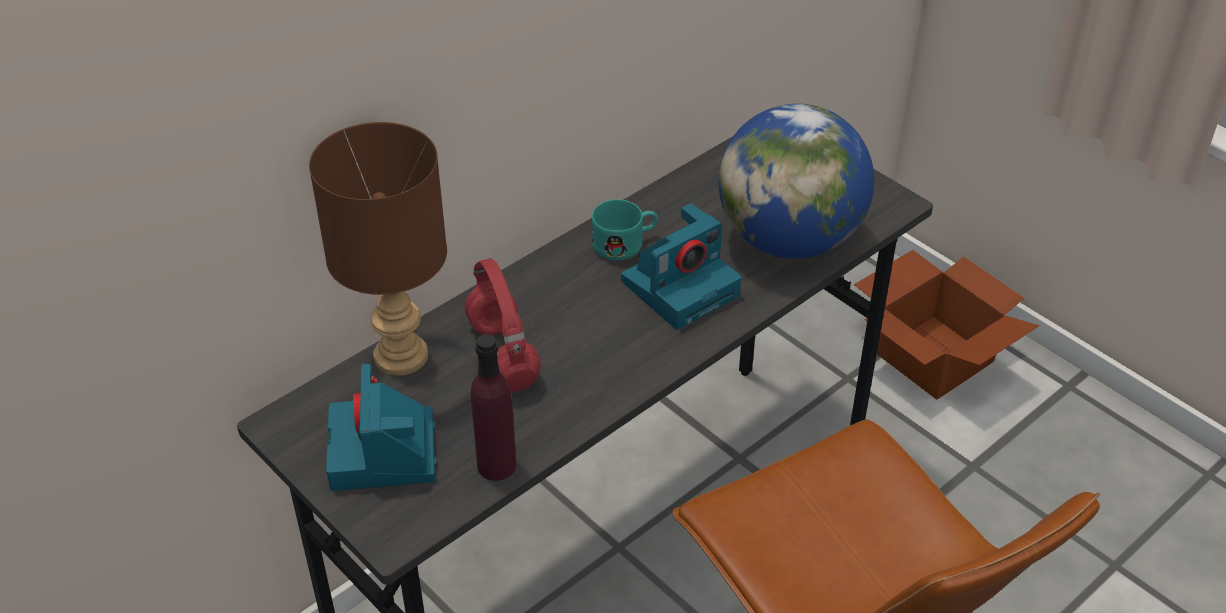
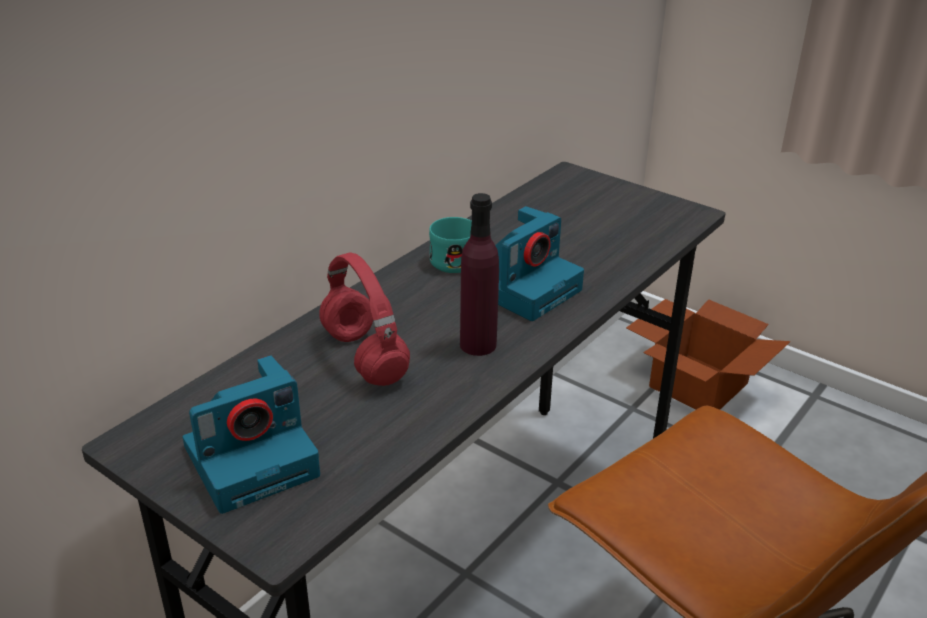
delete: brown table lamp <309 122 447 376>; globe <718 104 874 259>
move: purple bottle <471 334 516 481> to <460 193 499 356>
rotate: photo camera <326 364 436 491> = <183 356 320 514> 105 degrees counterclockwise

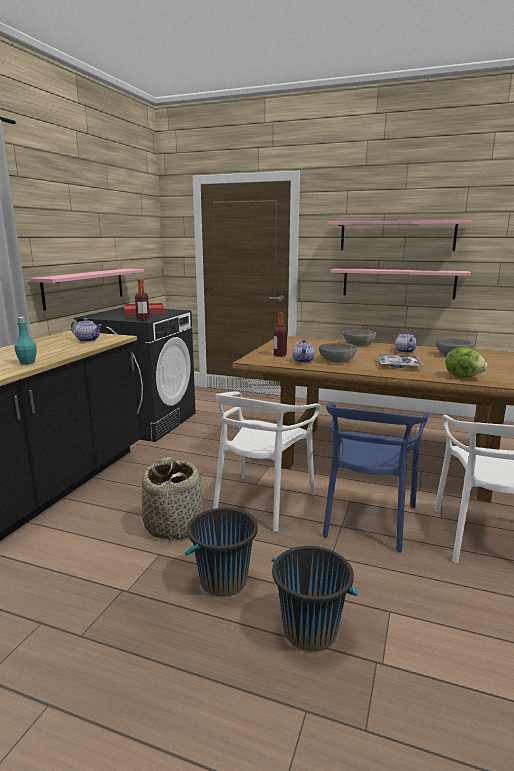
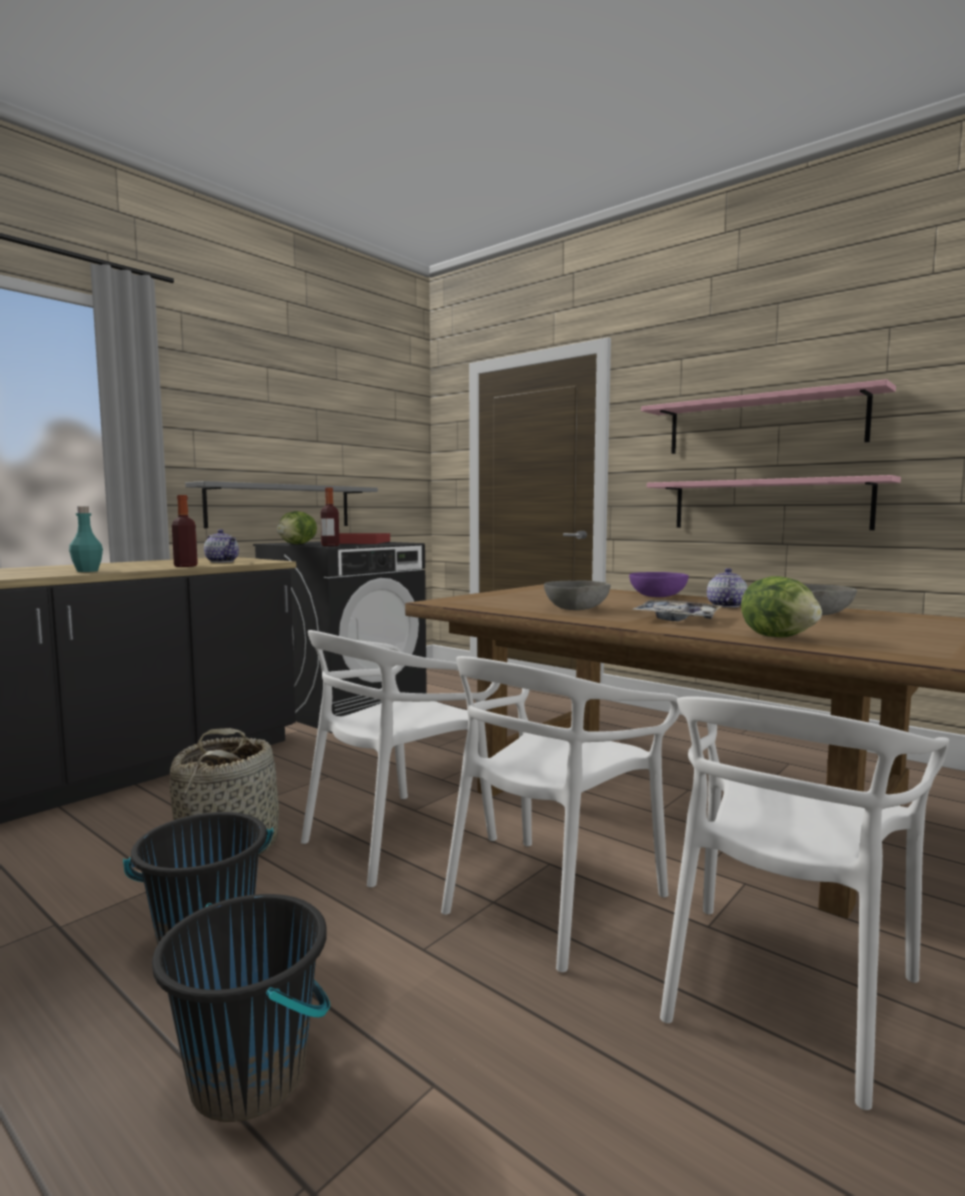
delete: teapot <292 339 315 363>
insert: lettuce <277 511 317 544>
move: bottle <274 313 287 357> to <172 495 198 567>
recolor: pink shelf <30 269 144 311> to grey shelf <185 481 378 528>; blue chair <323 402 429 552> to white chair <441 656 680 972>; grey bowl <343 329 376 346> to purple bowl <629 572 689 597>

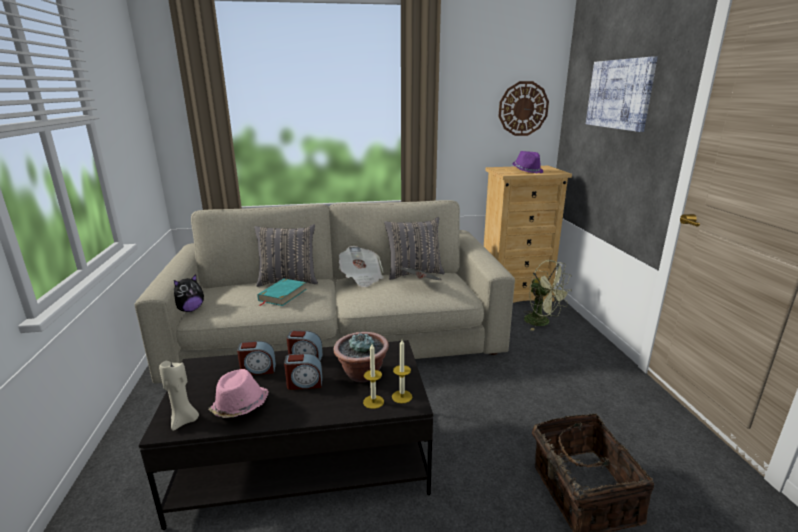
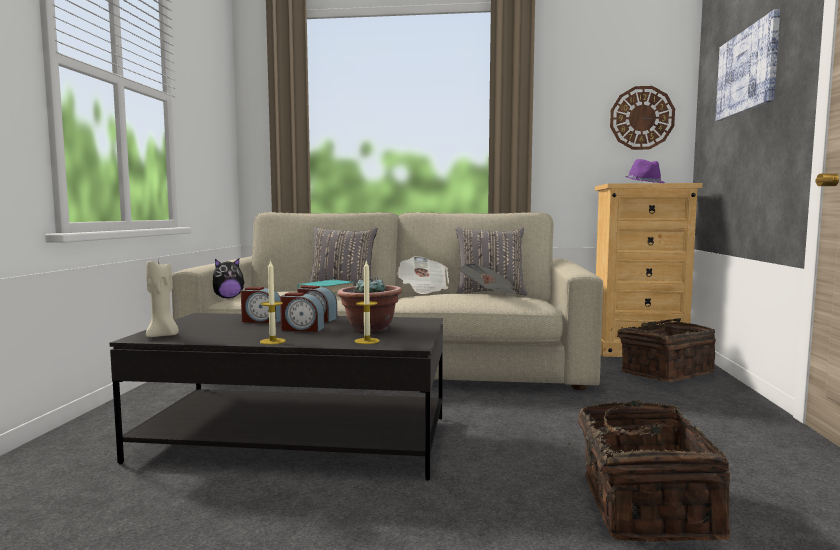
delete: pink hat <208 369 269 418>
move: candle <392 340 412 404> to <260 260 286 345>
replace: green fan <524 260 572 331> to basket <611 318 716 382>

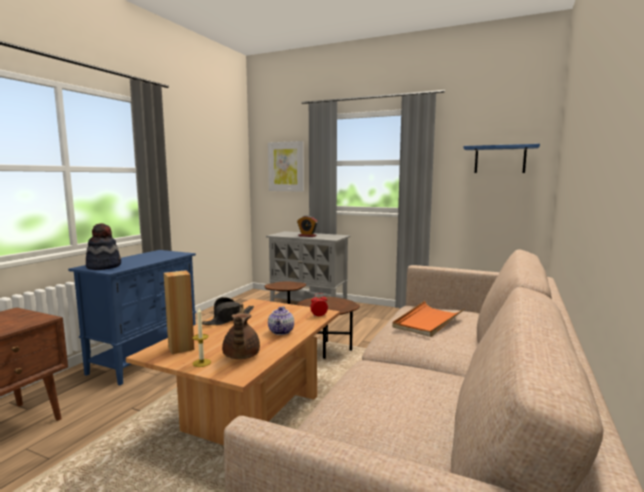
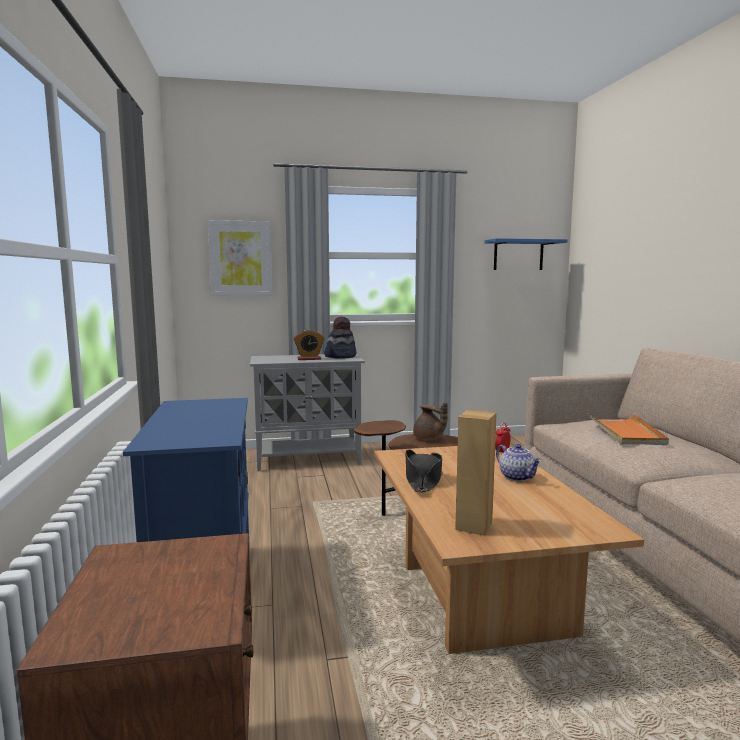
delete: candle <192 308 211 367>
move: hat <86 223 121 270> to <324 316 356 359>; brown teapot <222 313 260 359> to <413 403 448 440>

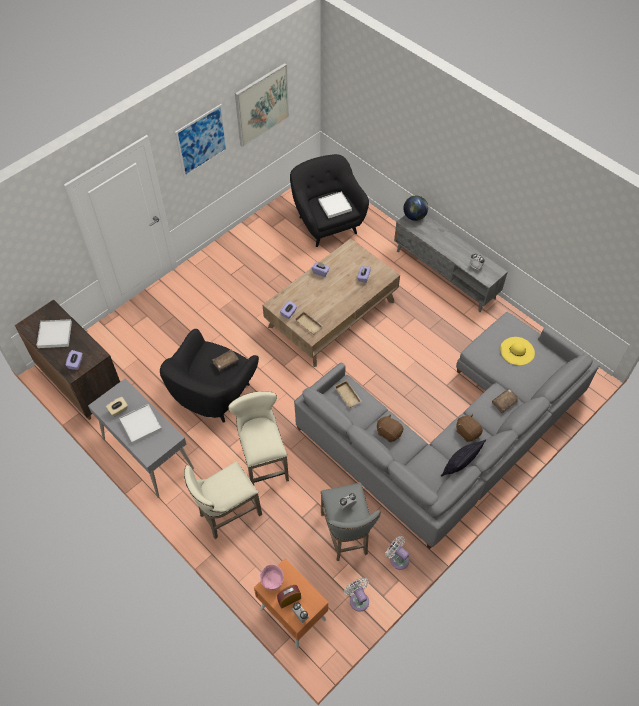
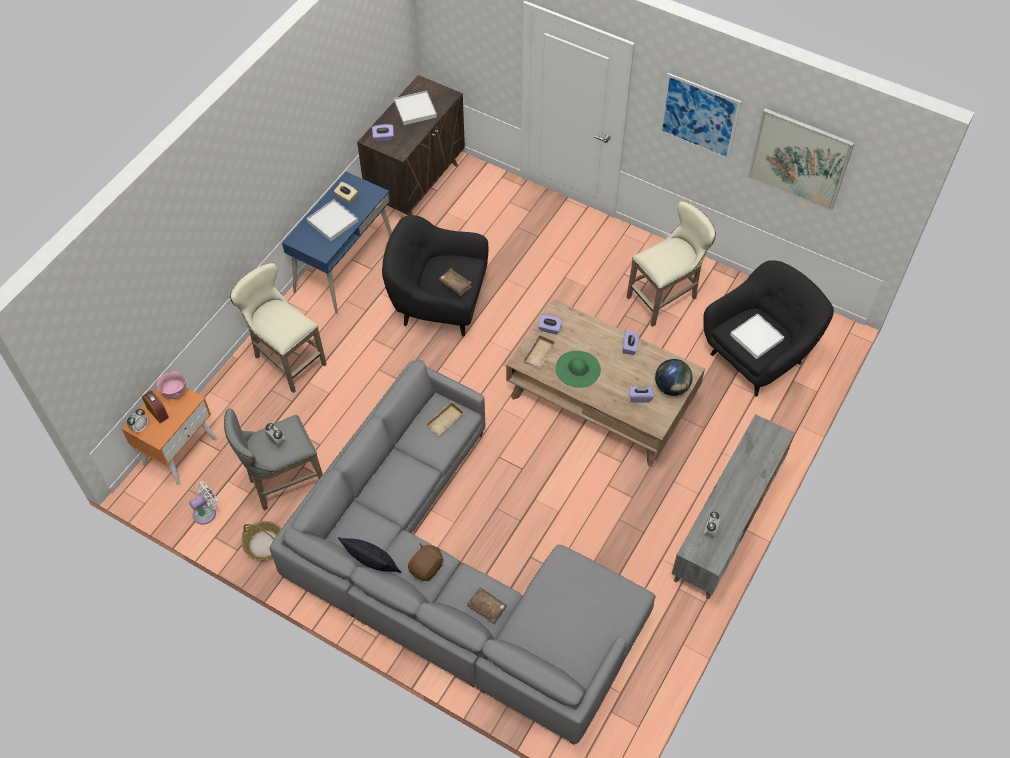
delete: brown plush toy <377 414 403 442>; yellow hat <500 337 535 365>
insert: green hat <556 351 601 388>
move: beige stool <228 391 289 485> to <626 201 716 327>; globe <403 196 428 221> to <655 359 692 396>
replace: white fan <385 536 409 570> to basket <241 521 282 560>
recolor: grey desk <88 379 194 498> to blue desk <282 172 392 314>

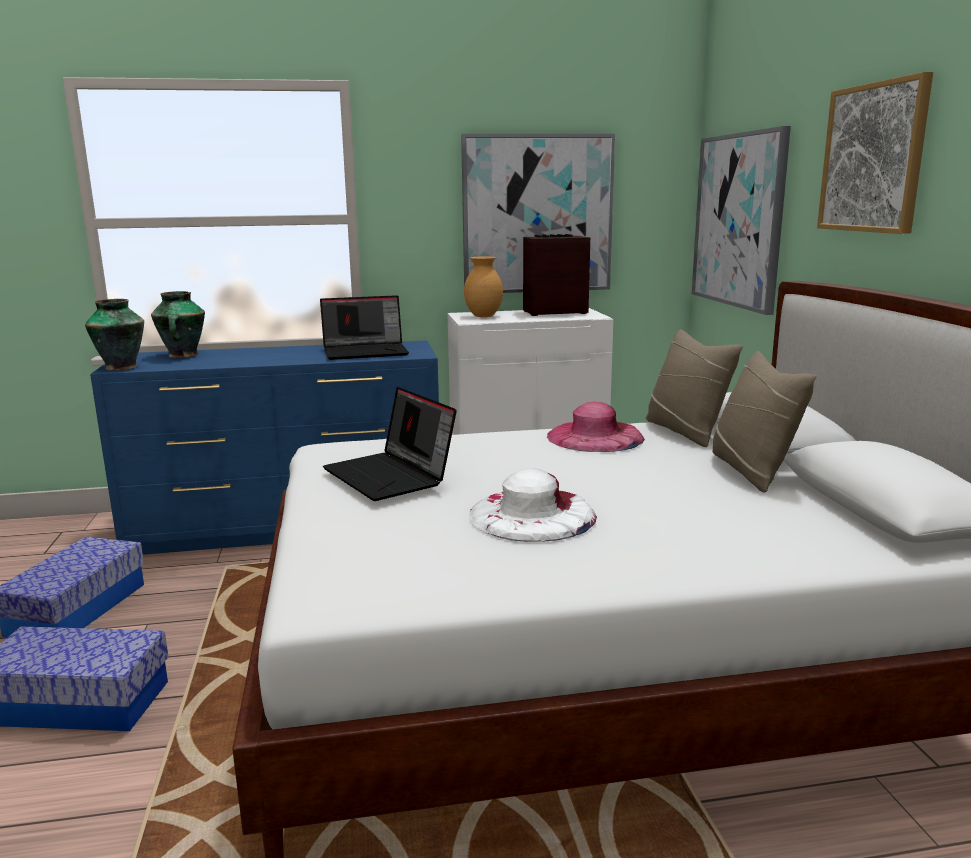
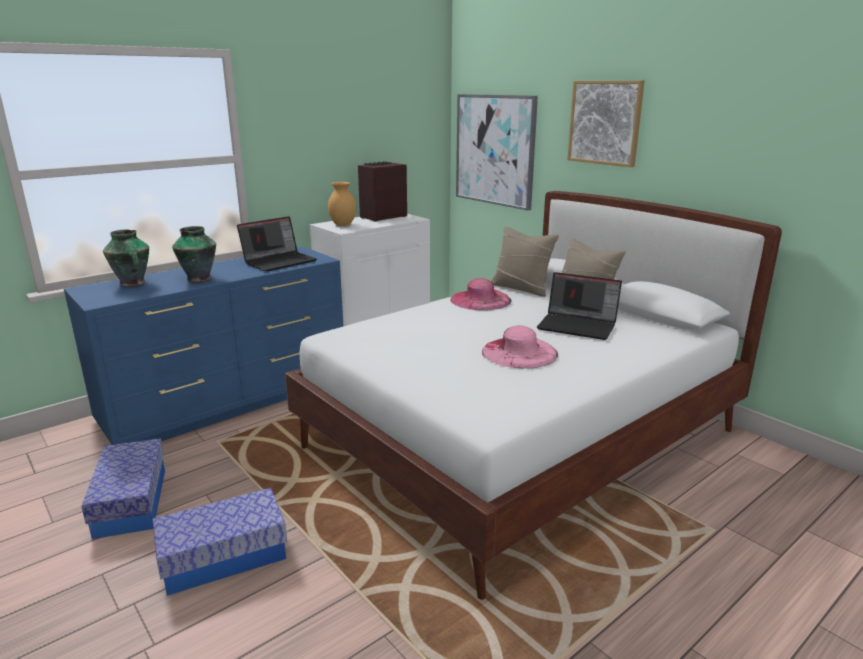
delete: picture <461 134 615 293>
move: vase <85 299 144 371> to <172 226 216 282>; laptop <323 387 457 501> to <537 272 622 340>
recolor: white hat <469 469 597 542> to pink hat <482 325 558 369>

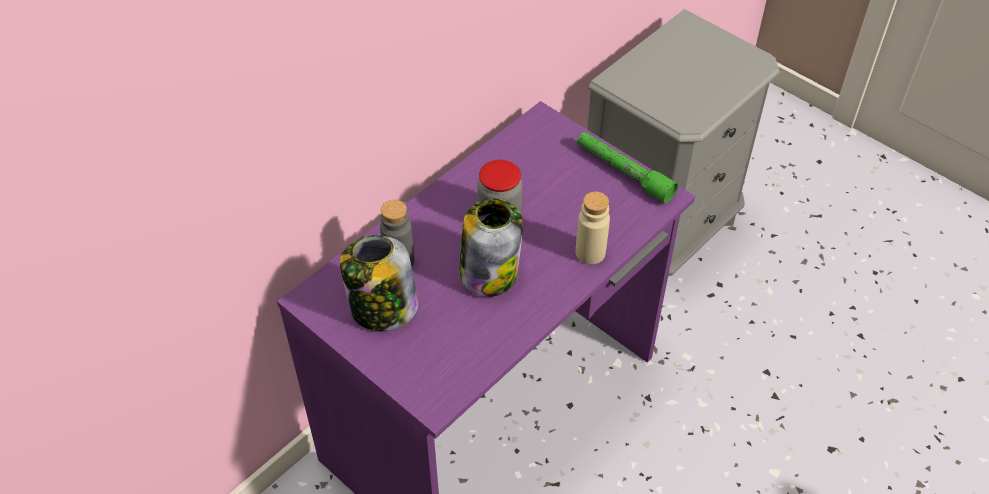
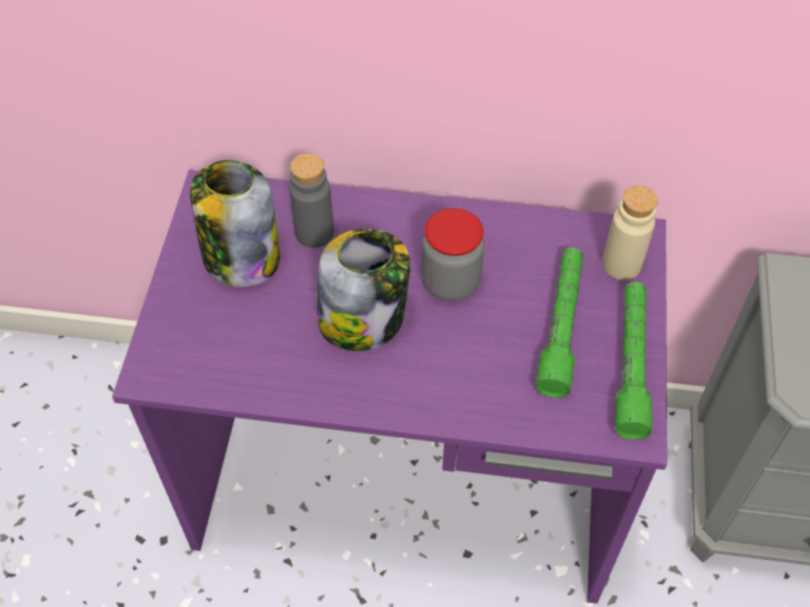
insert: green flashlight <535 248 583 398>
move: beige bottle <576 191 610 264> to <602 186 658 280>

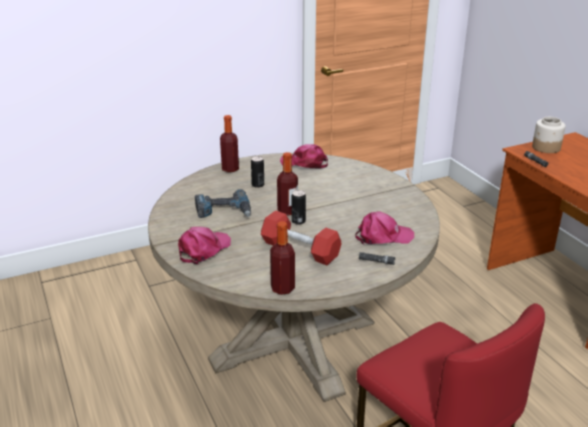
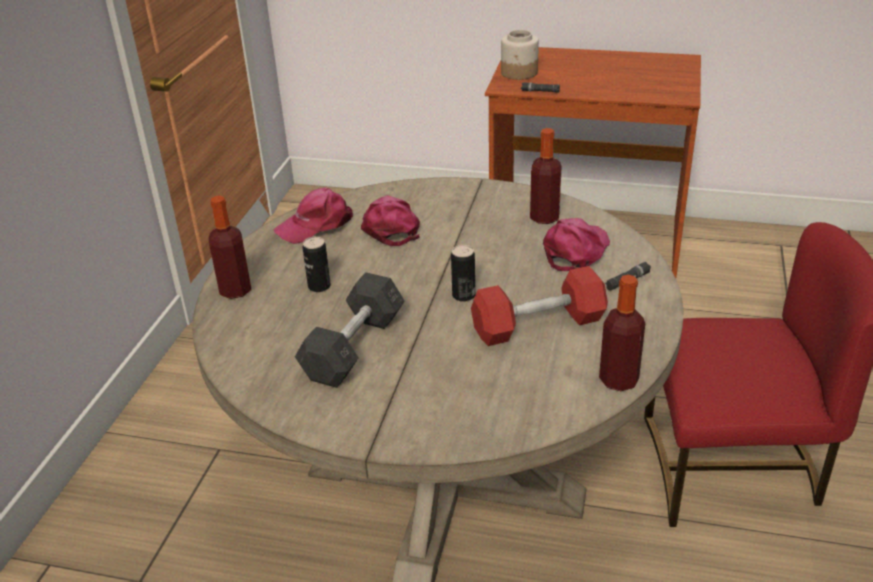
move: pink cap <178 227 231 264> to <361 195 420 246>; bottle <277 152 298 216> to <530 128 562 224>
replace: power drill <195 189 251 218> to grey dumbbell <295 272 405 388>

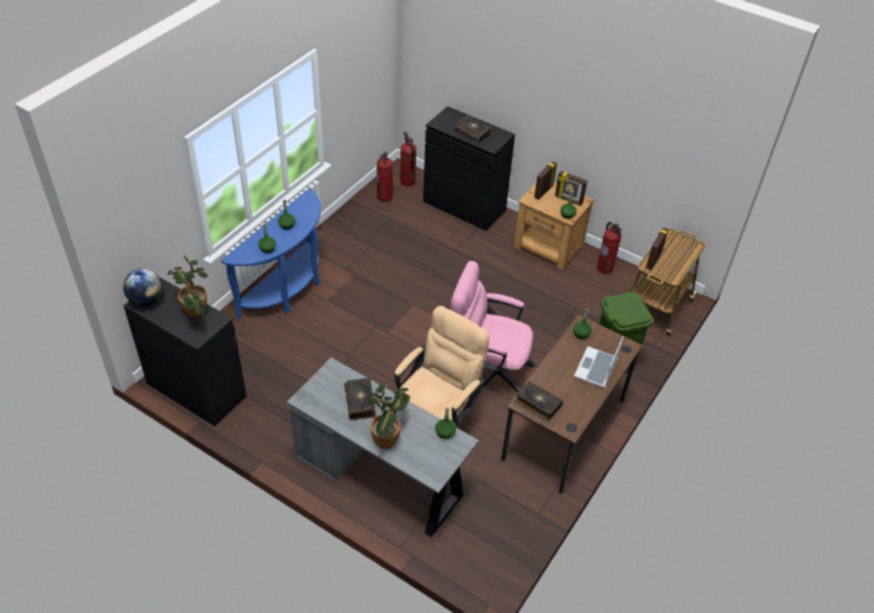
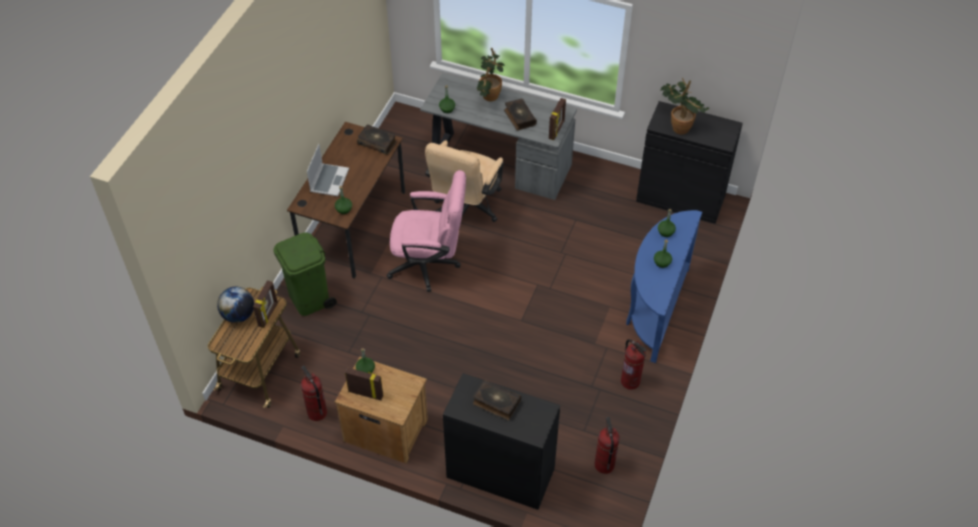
move: globe <123 269 163 306> to <217 287 254 323>; picture frame <534 161 557 200> to <549 98 566 140>; fire extinguisher <400 132 416 187> to <621 339 647 390>

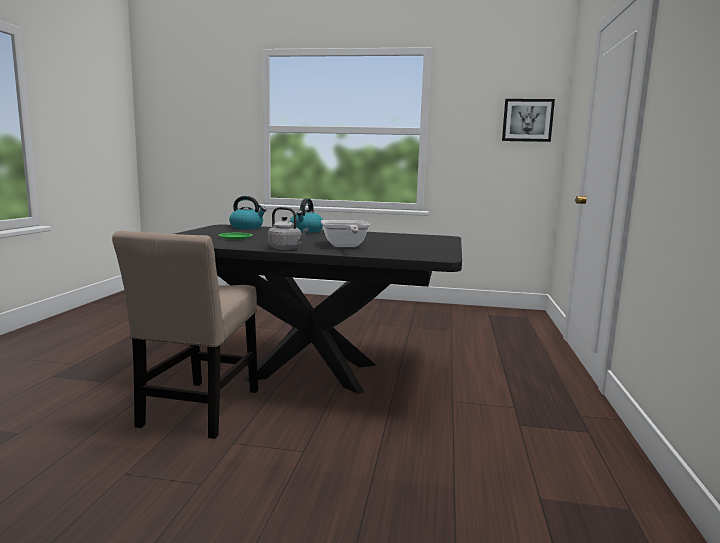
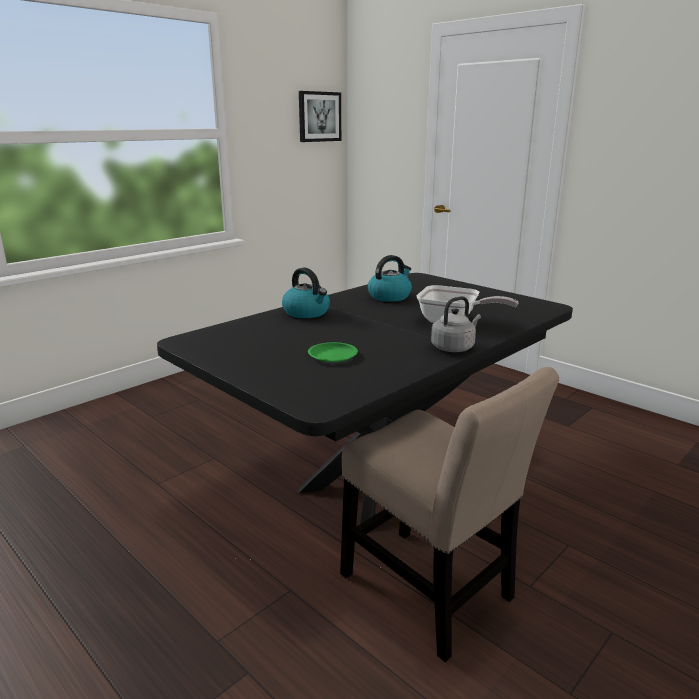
move: kettle <229 196 266 229> to <368 255 412 302>

